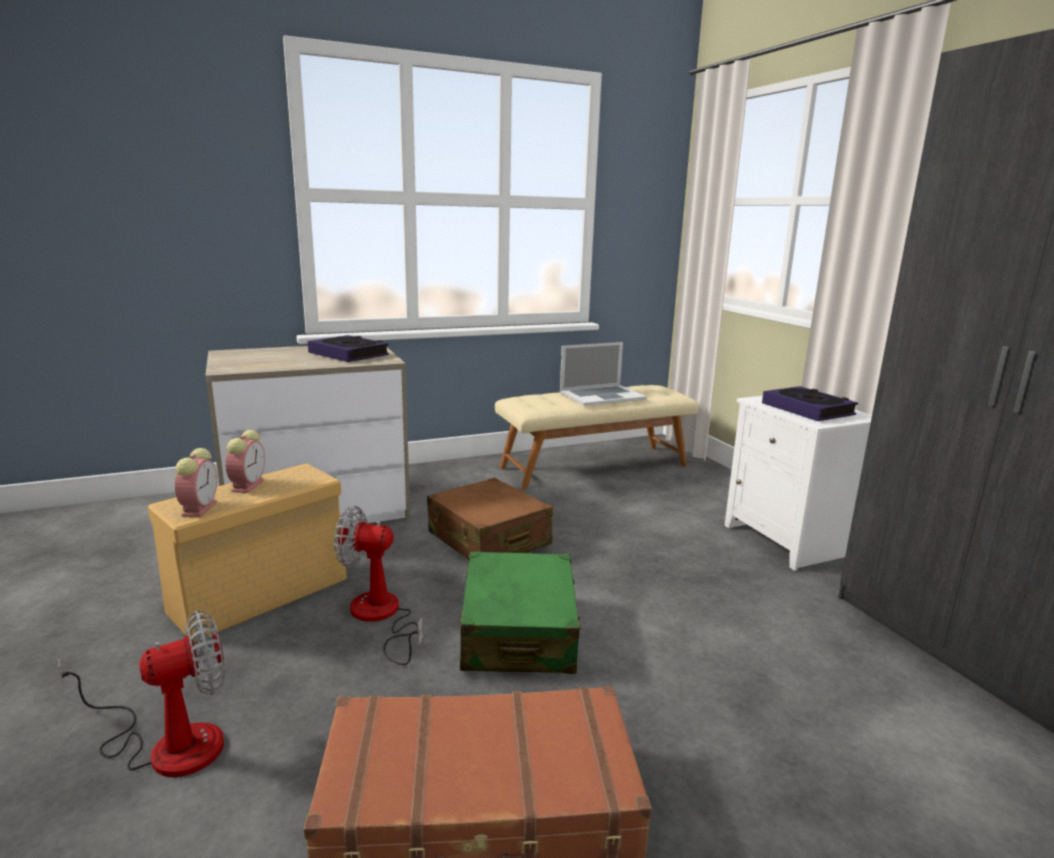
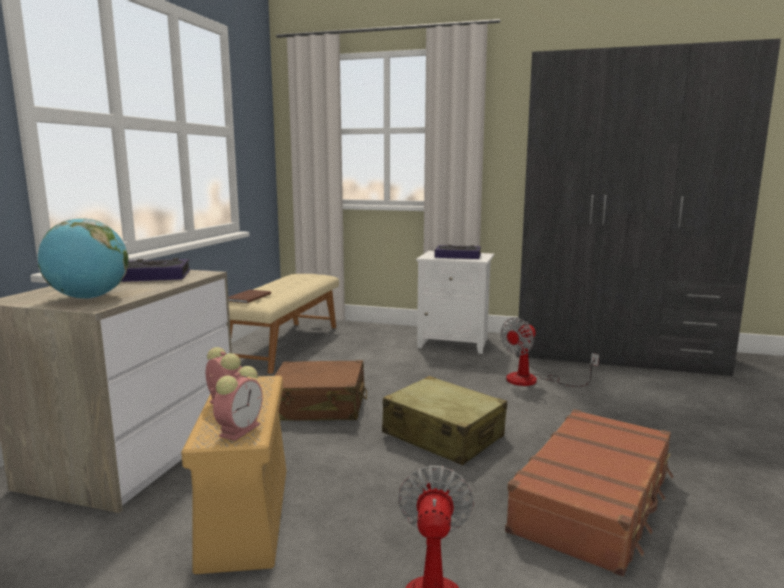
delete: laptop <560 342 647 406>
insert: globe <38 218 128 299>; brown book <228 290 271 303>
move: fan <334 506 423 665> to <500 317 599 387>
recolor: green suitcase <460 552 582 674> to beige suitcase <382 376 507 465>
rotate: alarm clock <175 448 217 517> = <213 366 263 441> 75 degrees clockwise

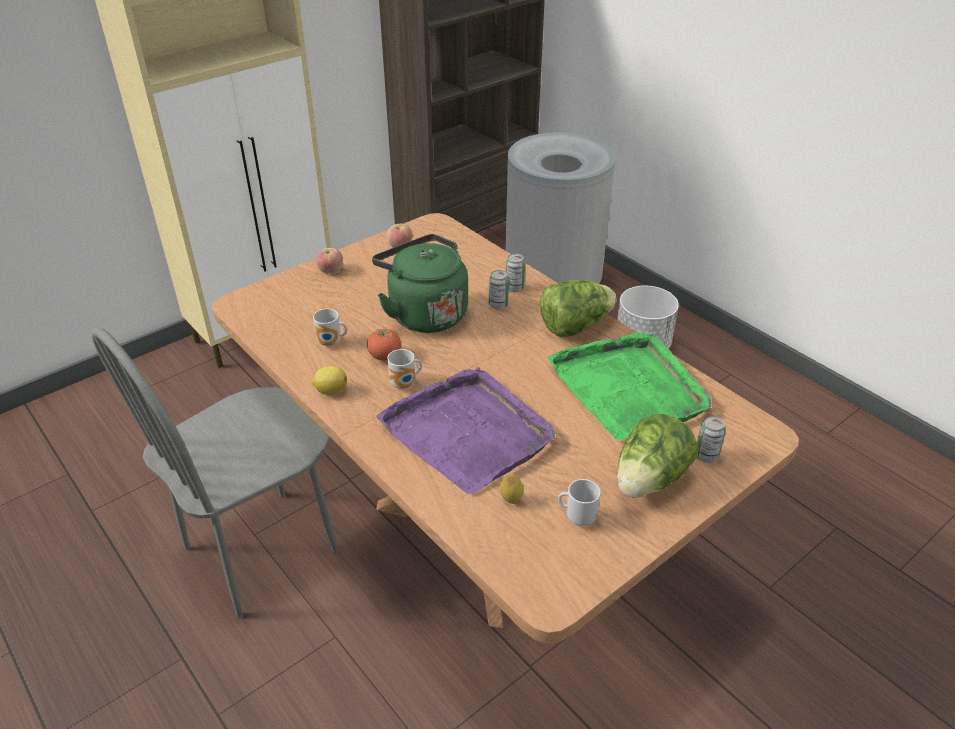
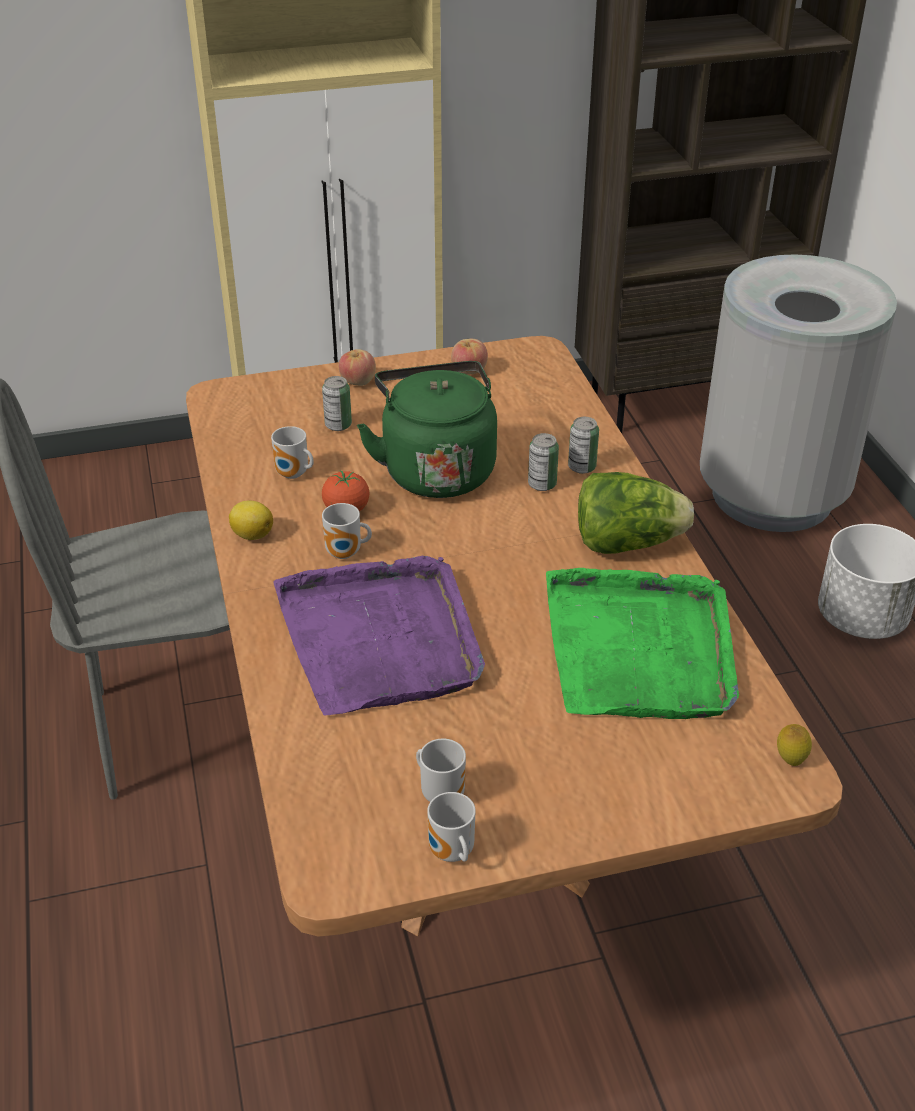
delete: lettuce <617 414 699 498>
insert: mug <427 792 476 862>
move: can <697 416 726 463> to <322 376 352 431>; lemon <500 475 524 504> to <777 724 812 766>

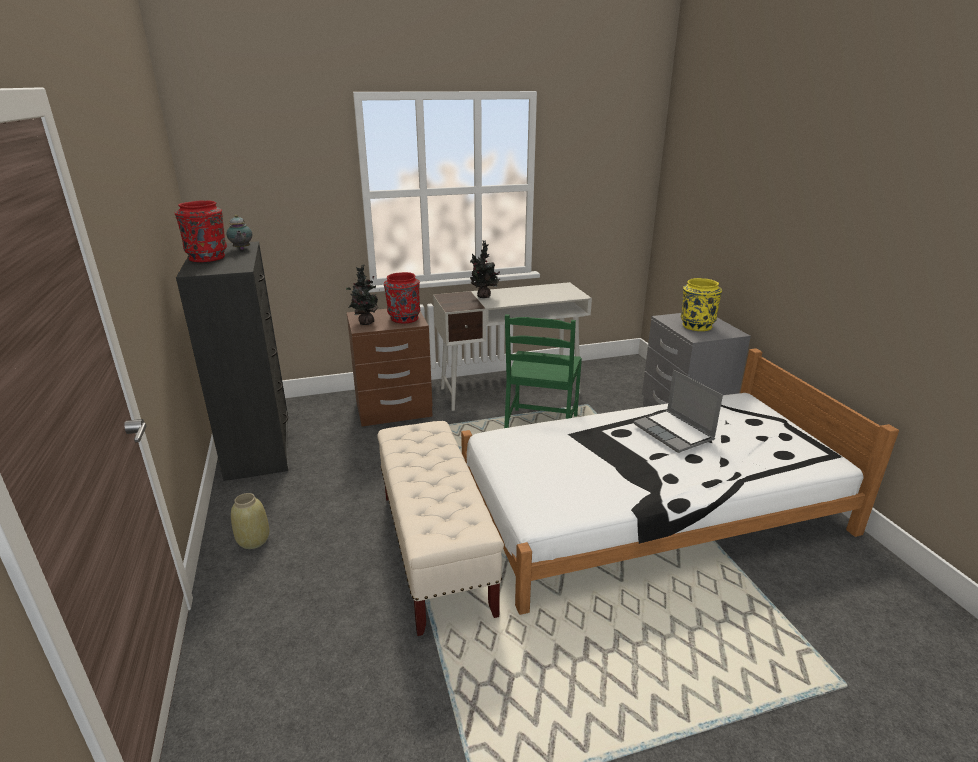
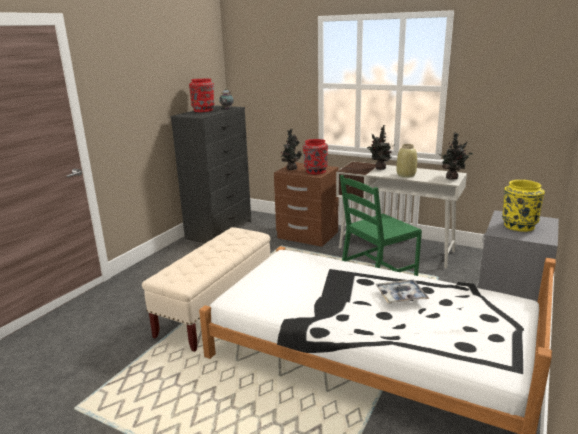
insert: potted plant <438 132 473 179>
move: beige vase <231 493 269 549> to <396 144 417 178>
replace: laptop <633 370 723 453> to tray <376 280 429 303>

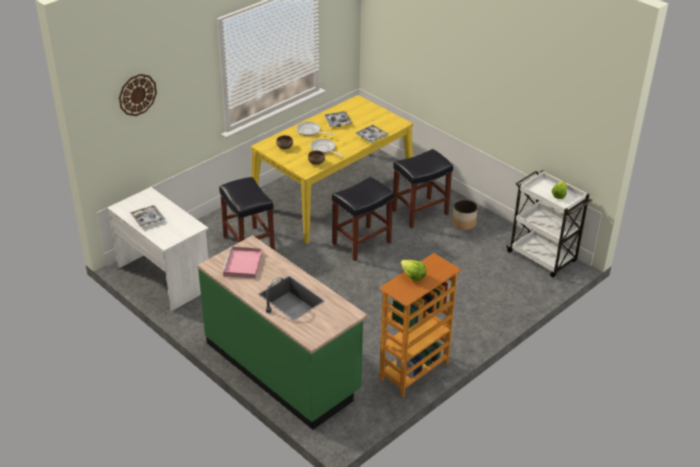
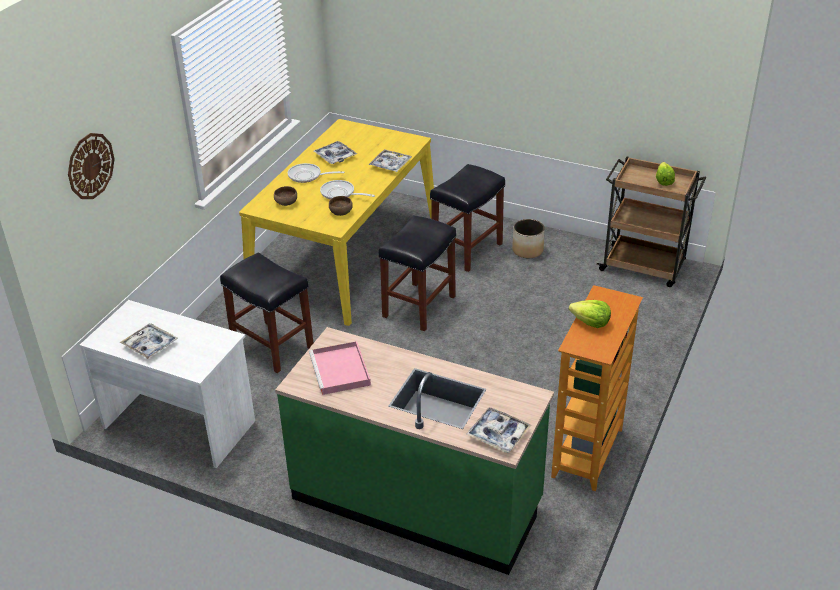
insert: tray <466 407 531 453>
recolor: white cart <506 170 592 277> to brown cart <597 156 706 287>

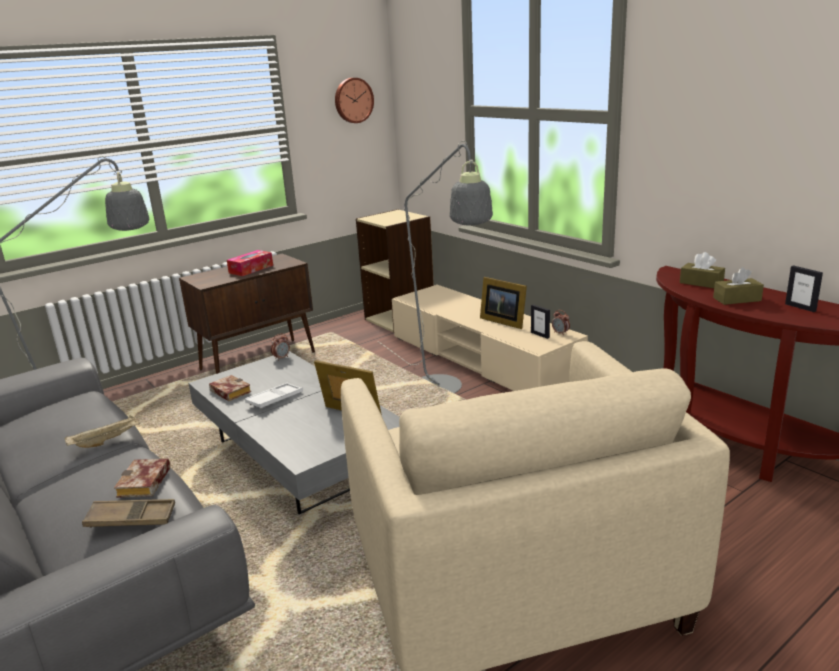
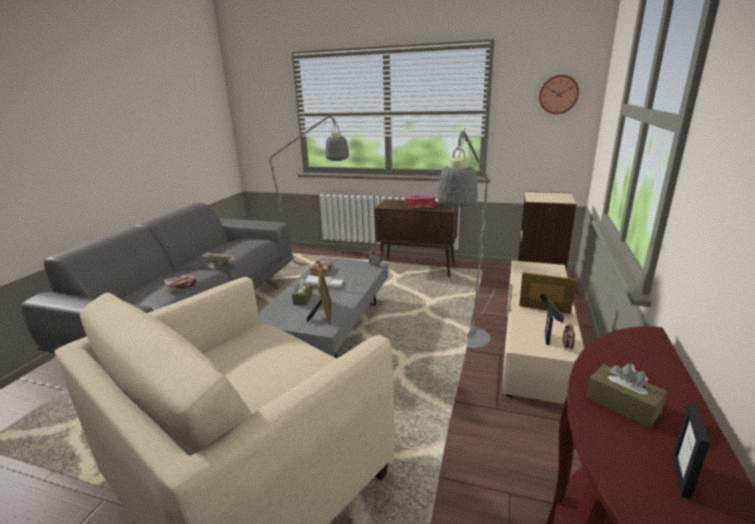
delete: brown tray <82 499 175 528>
move: brown tissue box <680 252 725 288> to <292 279 312 305>
rotate: picture frame <480 277 527 329> = <519 272 577 323> 105 degrees clockwise

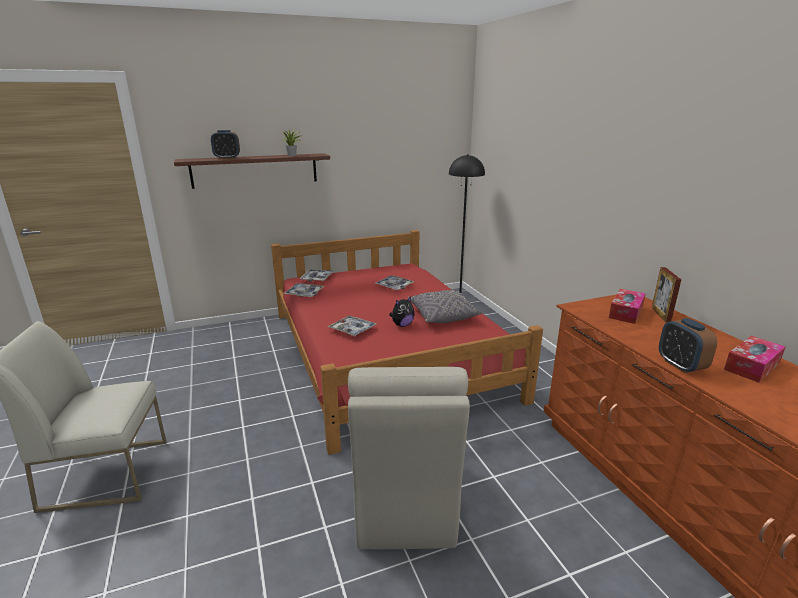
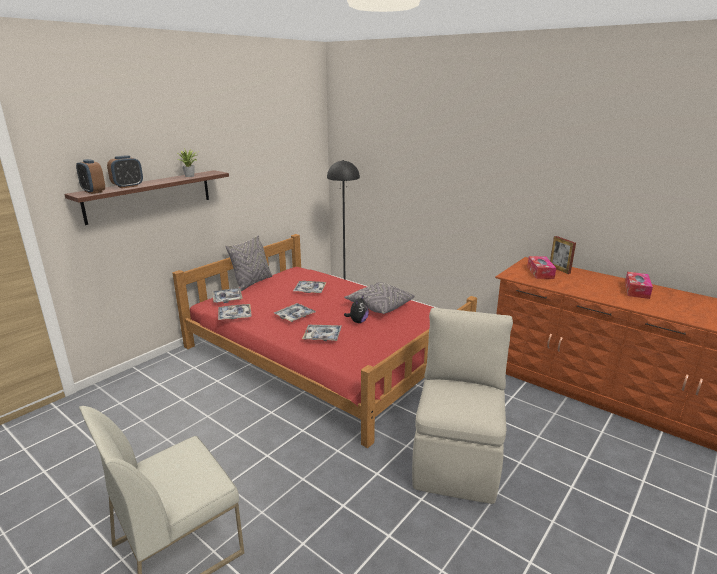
insert: grey pillow <225 235 272 291>; tray <274 303 316 322>
move: alarm clock <659 318 717 373> to <76 159 105 194>
rotate: beige chair <348 367 470 549> = <412 308 513 504> 135 degrees counterclockwise

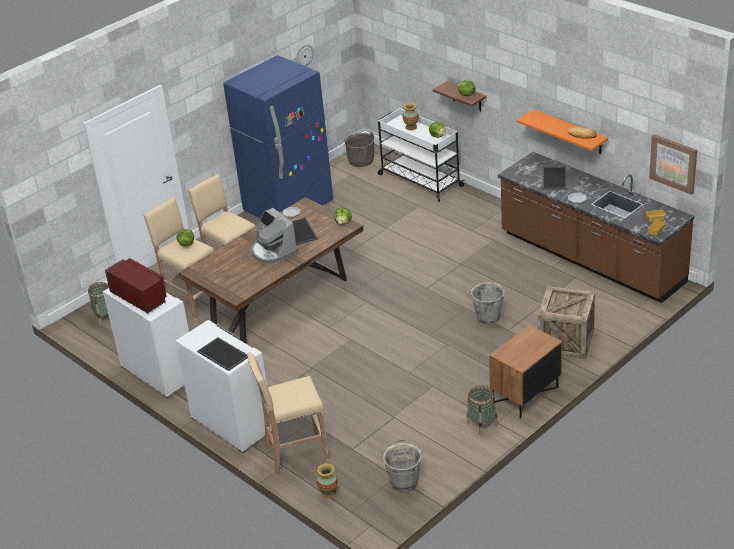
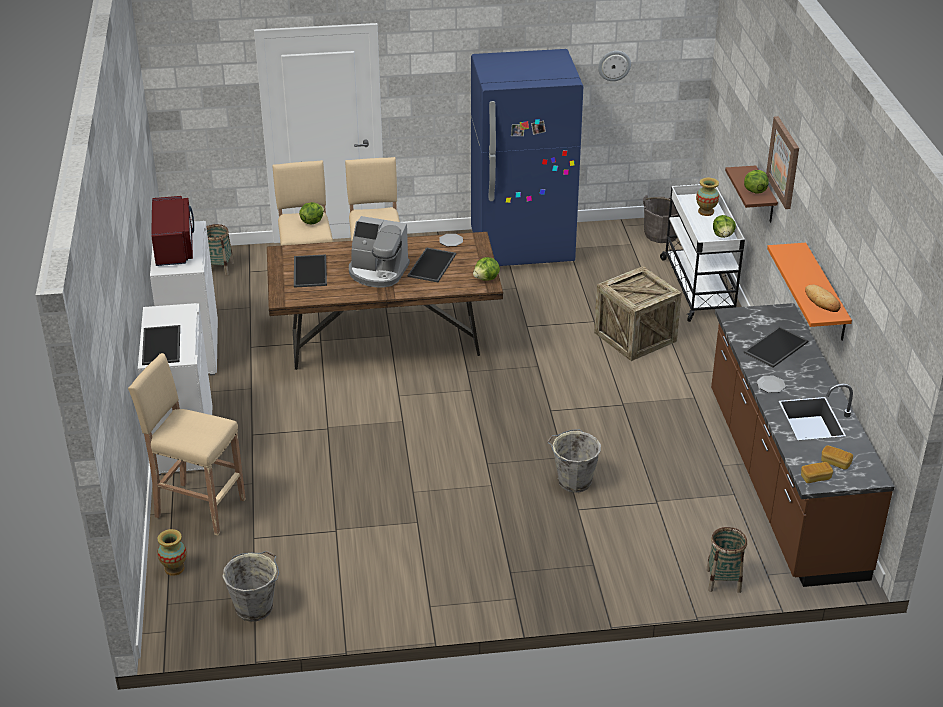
delete: brown nightstand <489 325 562 419>
insert: tray <294 254 327 288>
move: crate <538 286 595 359> to <594 266 682 361>; basket <466 386 498 435> to <706 527 747 593>; picture <649 134 697 195> to <766 116 799 209>
rotate: coffee machine <251 208 298 265> = <349 216 410 288> 75 degrees counterclockwise

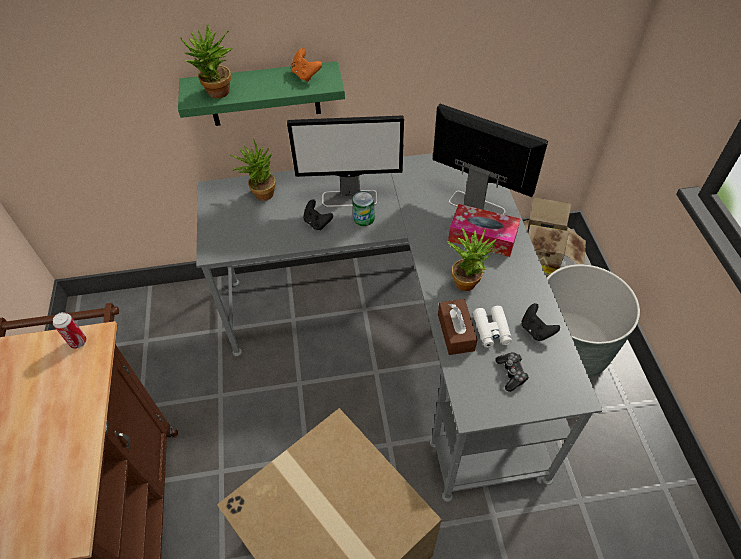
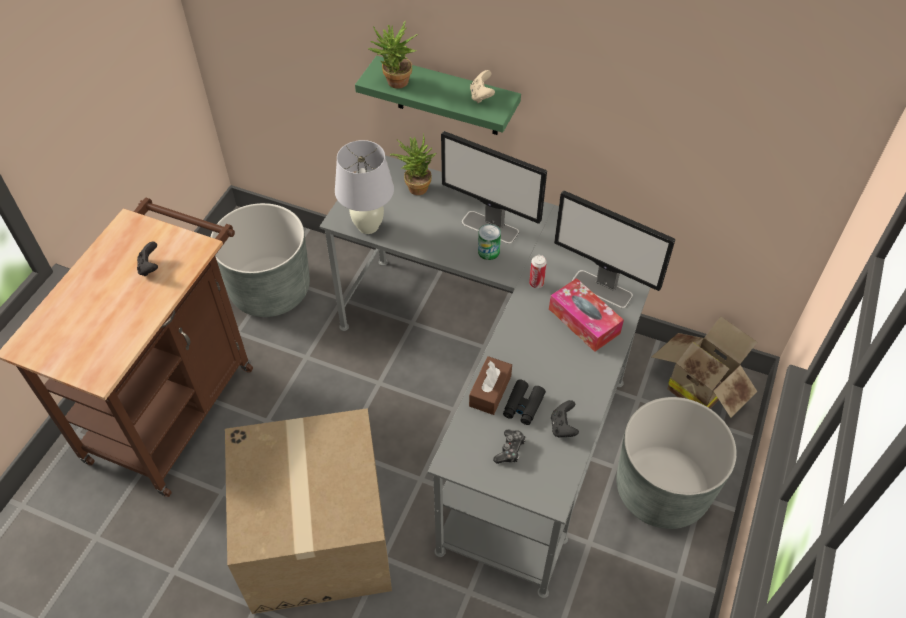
delete: potted plant <447 227 497 291>
insert: grey planter <211 203 310 317>; white table lamp <335 140 394 234>
move: black game controller <303 199 333 230> to <137 242 158 276>; can <53 312 87 349> to <529 255 547 288>
recolor: orange game controller <291 48 322 82> to beige game controller <470 70 495 103>; white binoculars <473 306 512 347> to black binoculars <503 380 546 425>
rotate: monitor <433 104 548 215> = <554 190 675 308> 150 degrees clockwise

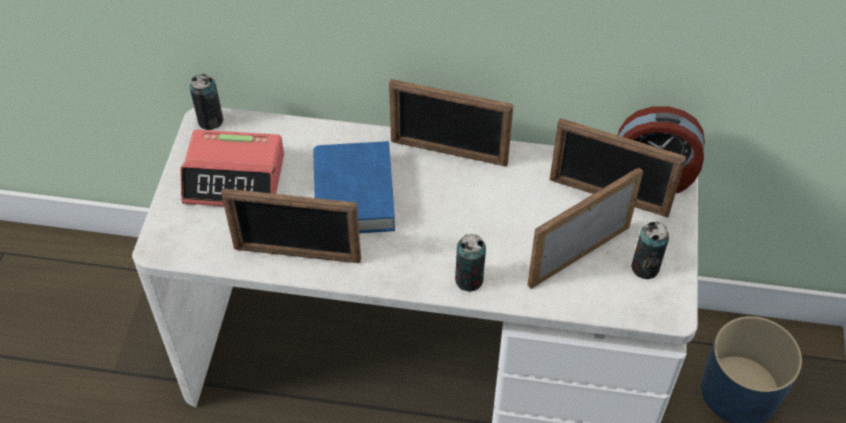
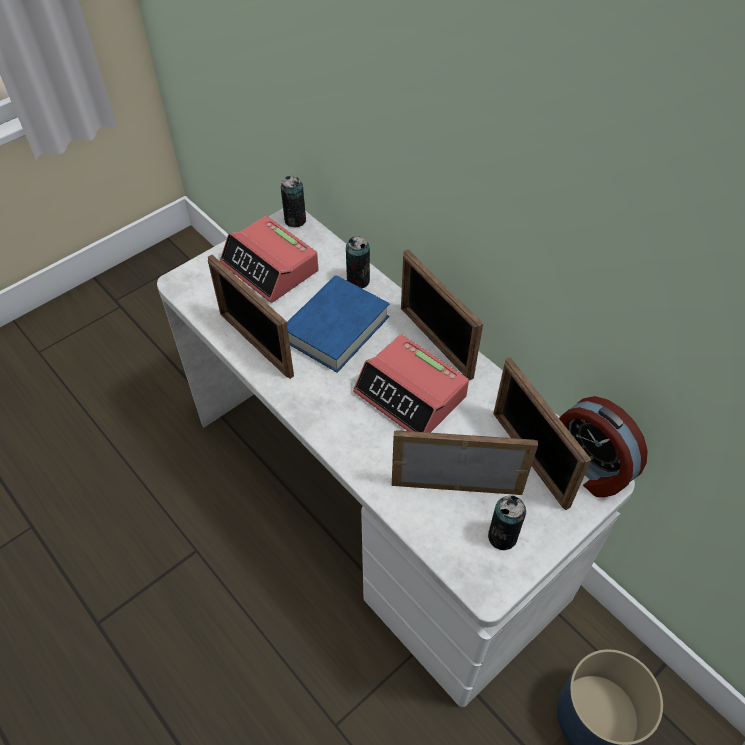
insert: alarm clock <353 335 469 433>
move: can <455 234 486 292> to <346 236 370 288>

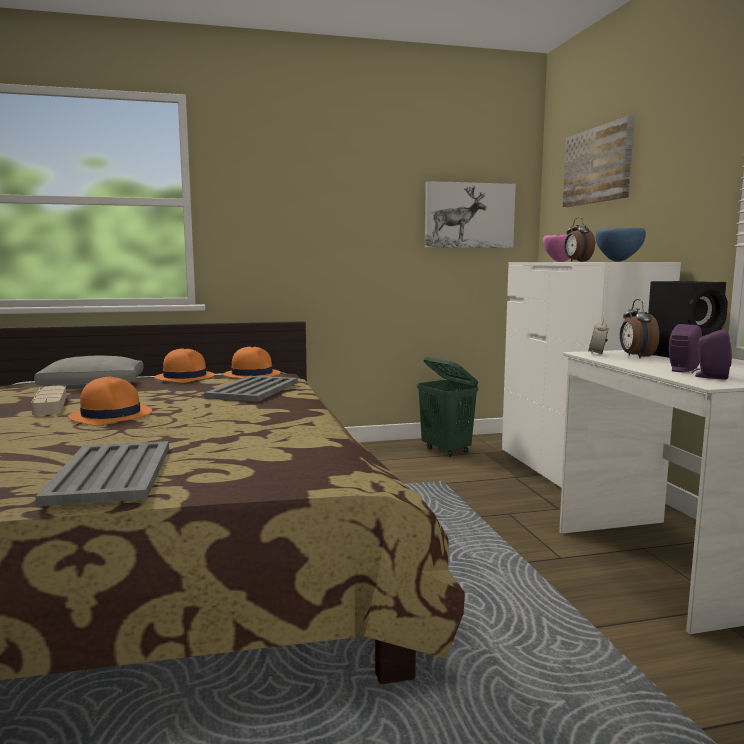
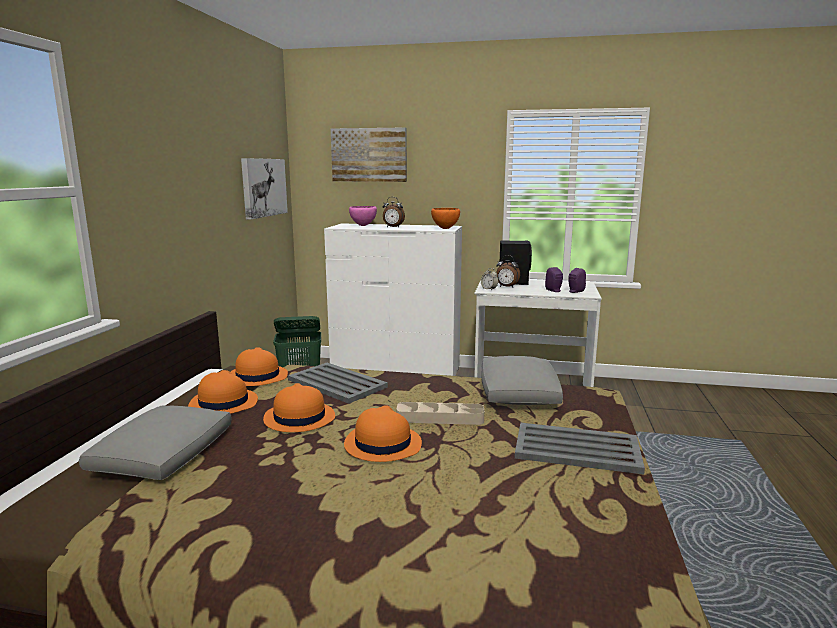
insert: orange hat <263 383 335 432>; grey pillow <481 356 563 405>
move: beige tray <31 385 67 416> to <396 402 484 425>
recolor: blue bowl <596 228 646 261> to orange bowl <431 208 460 229>

